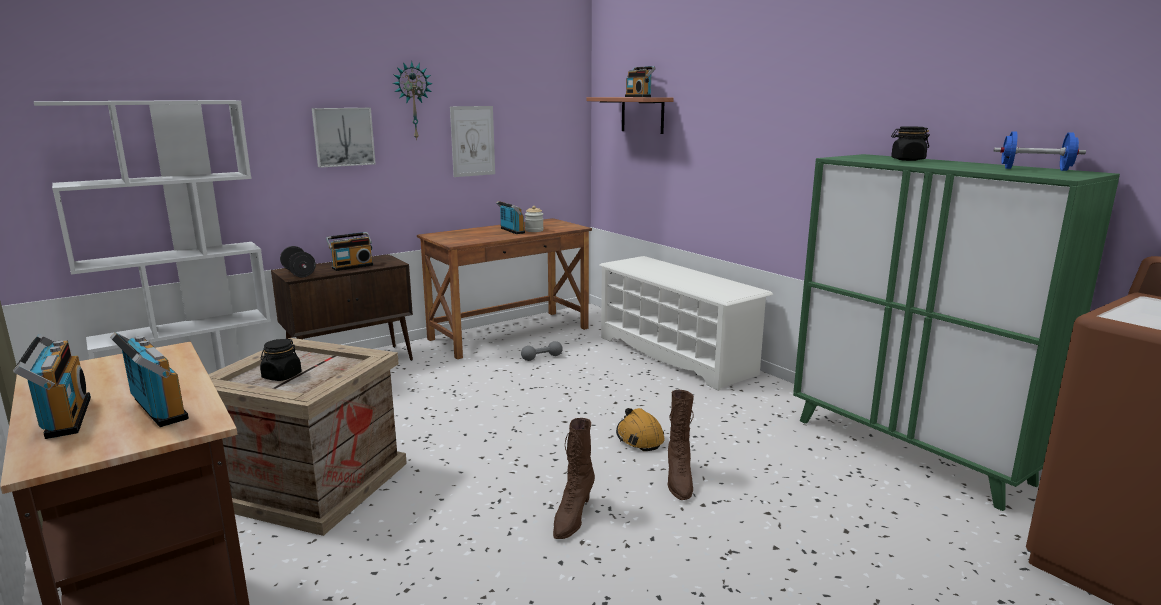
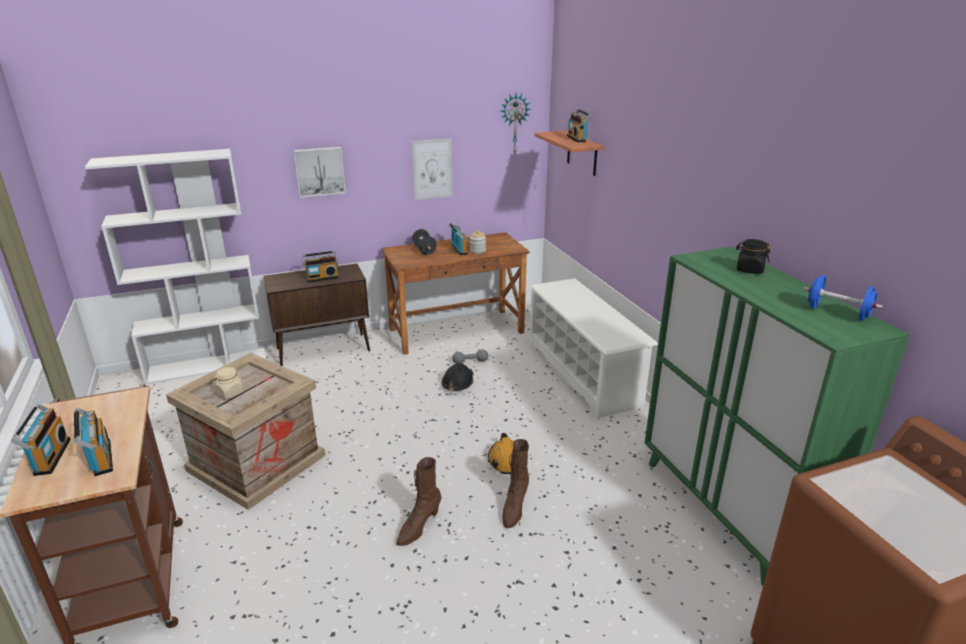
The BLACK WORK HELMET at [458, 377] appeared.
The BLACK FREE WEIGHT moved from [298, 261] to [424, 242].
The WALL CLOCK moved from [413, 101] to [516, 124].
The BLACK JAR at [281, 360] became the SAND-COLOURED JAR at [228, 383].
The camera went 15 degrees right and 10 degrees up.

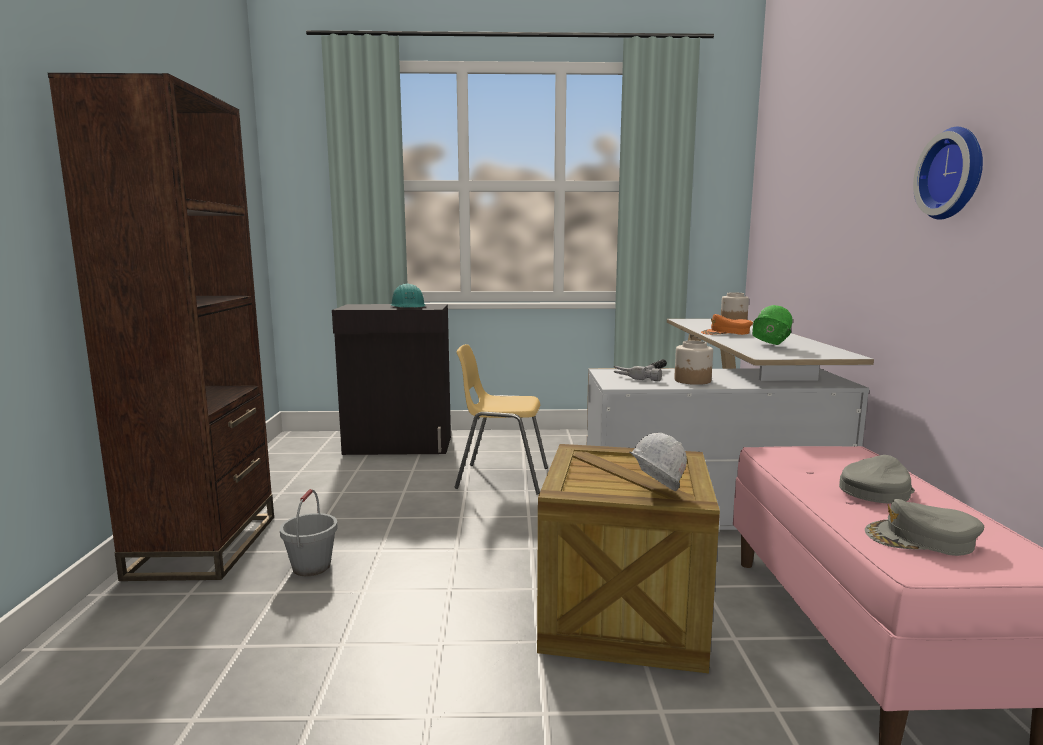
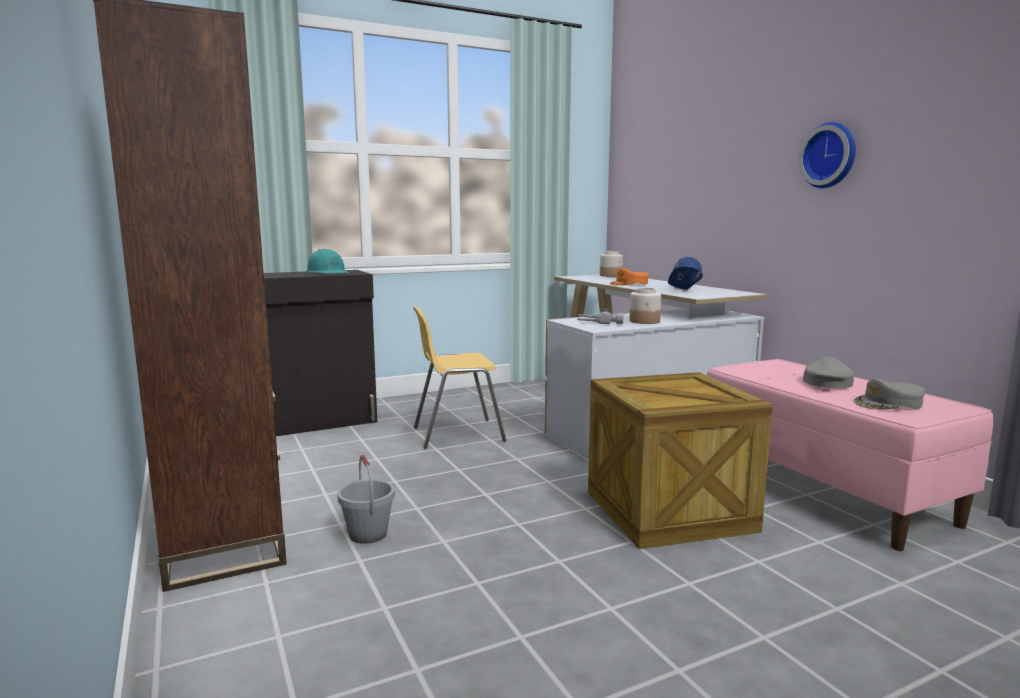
The WHITISH WORK HELMET at [658, 462] disappeared.
The GREEN WORK HELMET at [772, 325] became the BLUE-COLOURED WORK HELMET at [685, 273].
The camera went 25 degrees left and 0 degrees up.

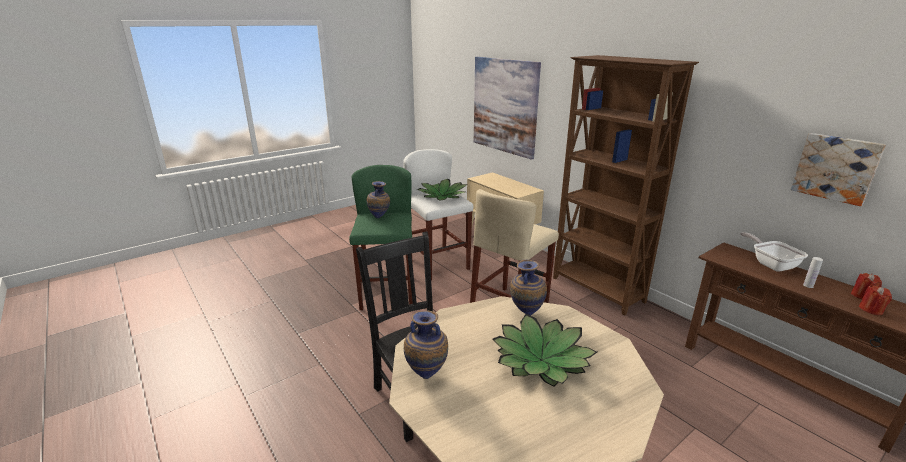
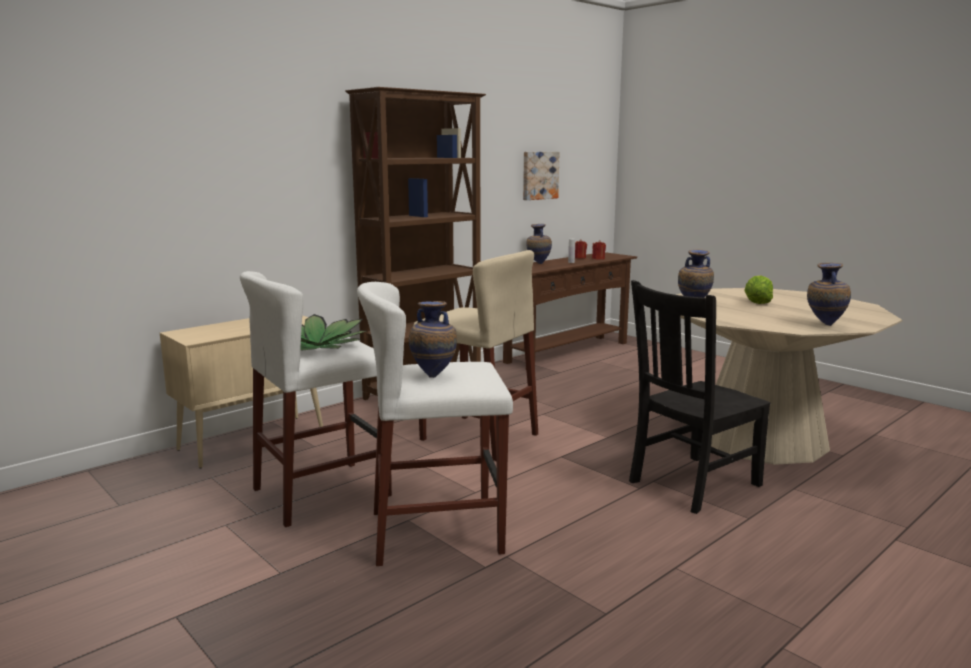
The WALL PICTURE at [507, 108] disappeared.
The PLANT IN A POT at [544, 350] was replaced by the LETTUCE at [758, 290].
The SKILLET at [774, 252] was replaced by the DECORATIVE VASE at [539, 244].
The GREEN STOOL at [381, 237] became the WHITISH STOOL at [435, 424].
The camera went 95 degrees left and 10 degrees down.

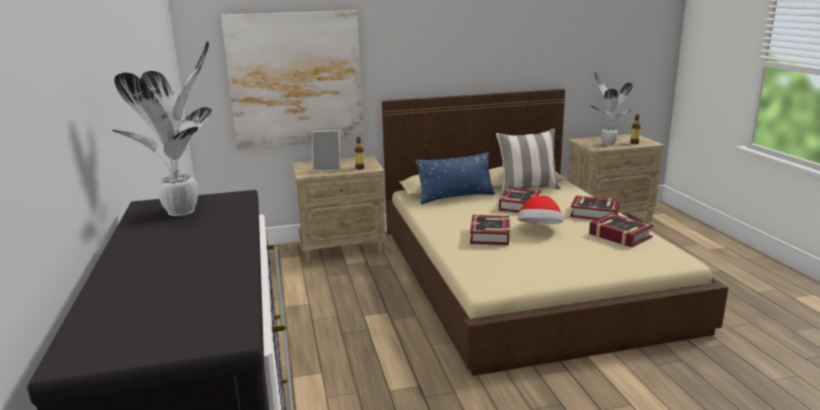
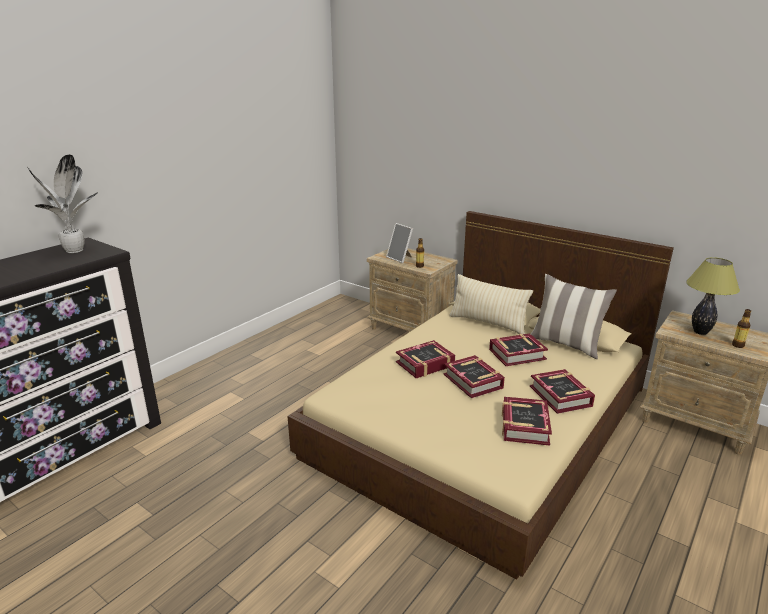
The WALL PICTURE at [292, 79] disappeared.
The HAT at [540, 210] was replaced by the BOOK at [474, 376].
The PLANT IN A POT at [611, 108] was replaced by the TABLETOP LAMP at [713, 296].
The BLUE-COLOURED PILLOW at [455, 178] became the SAND-COLOURED PILLOW at [491, 304].
The camera went 50 degrees right and 5 degrees up.

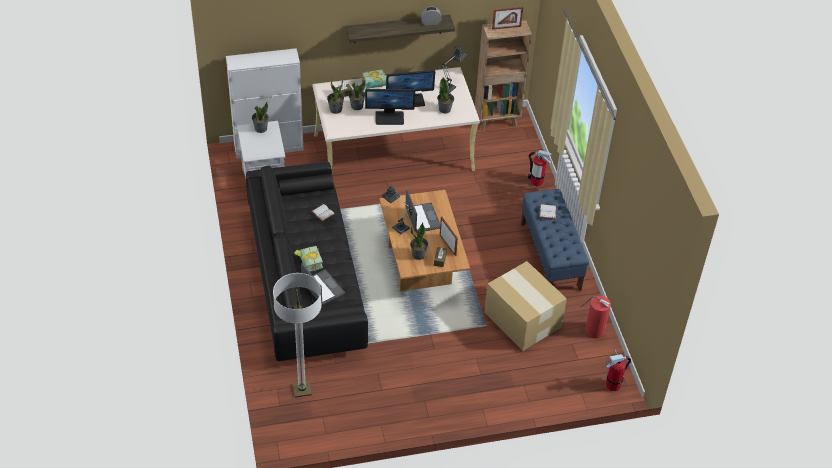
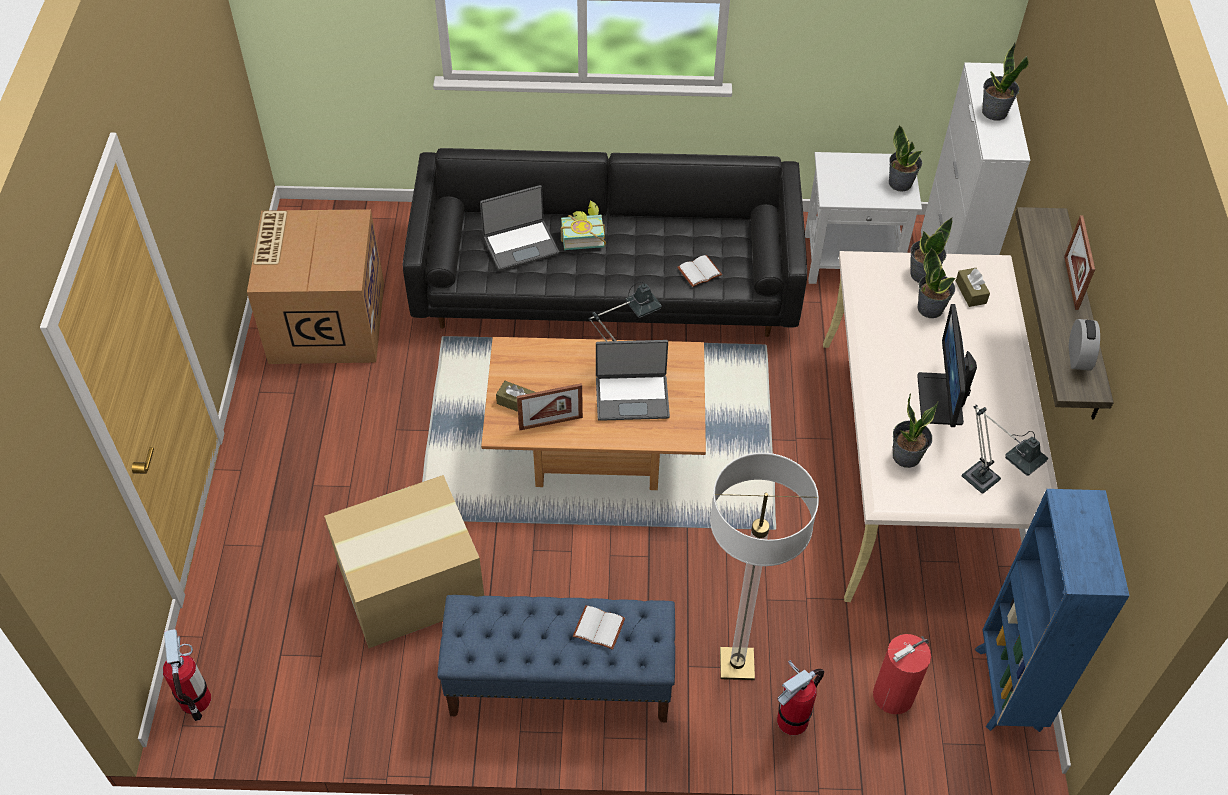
The BOOK at [374, 79] disappeared.
The COMPUTER SCREEN at [390, 107] disappeared.
The CARDBOARD BOX at [315, 286] appeared.
The STANDARD LAMP moved from [297, 335] to [764, 566].
The PLANT IN A POT moved from [419, 241] to [1005, 82].
The PHOTO FRAME moved from [507, 18] to [1079, 262].
The FIRE-FIGHTING CYLINDER moved from [595, 317] to [902, 674].
The BROWN-COLOURED BOOKCASE at [503, 75] became the BLUE-COLOURED BOOKCASE at [1052, 610].
The camera went 105 degrees right and 5 degrees up.

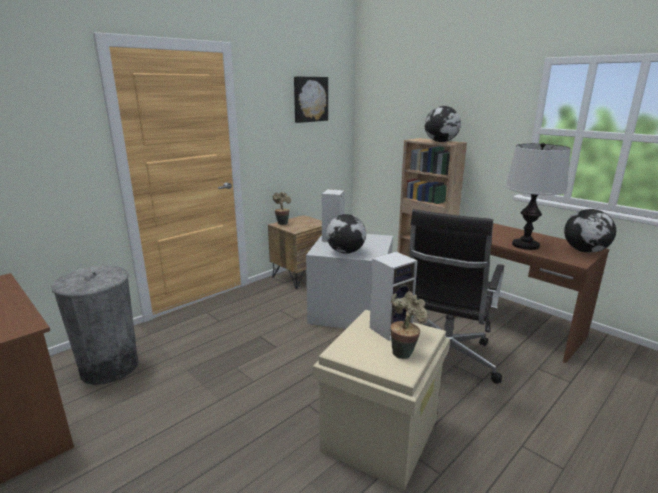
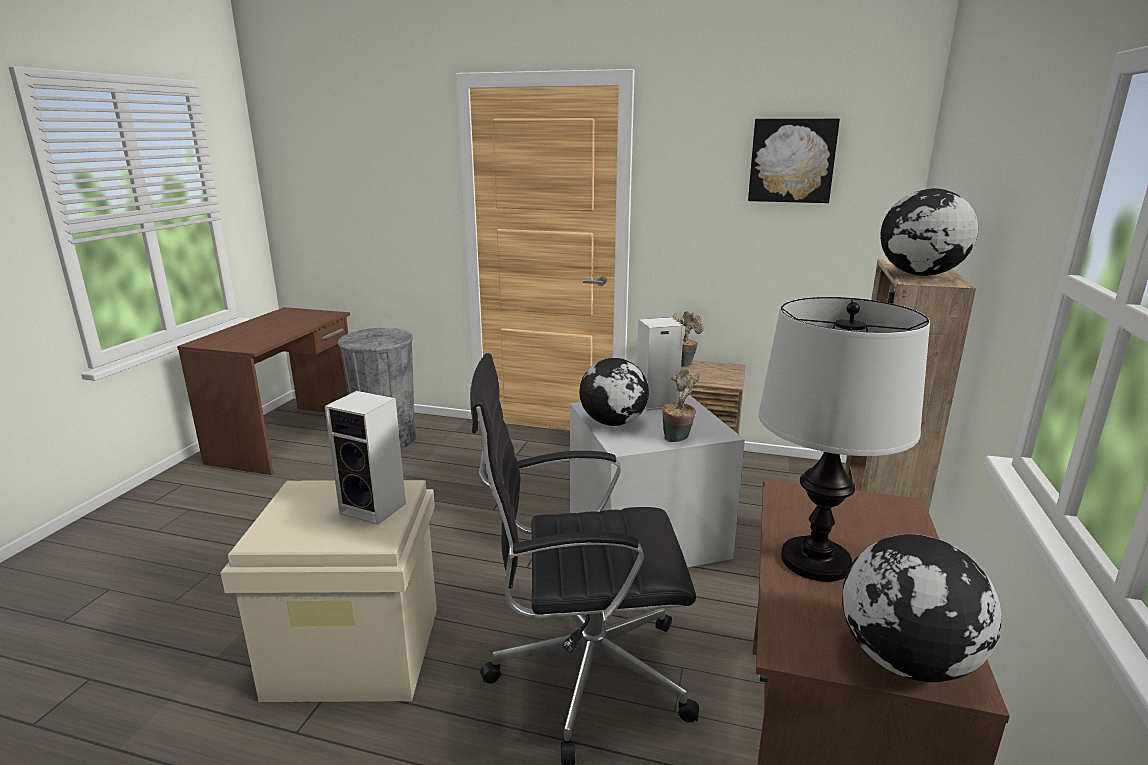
The PLANT IN A POT moved from [409, 325] to [680, 406].
The camera went 60 degrees right and 0 degrees up.

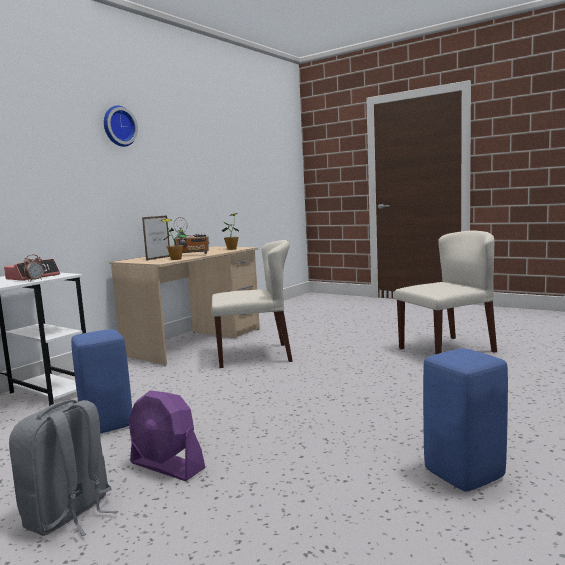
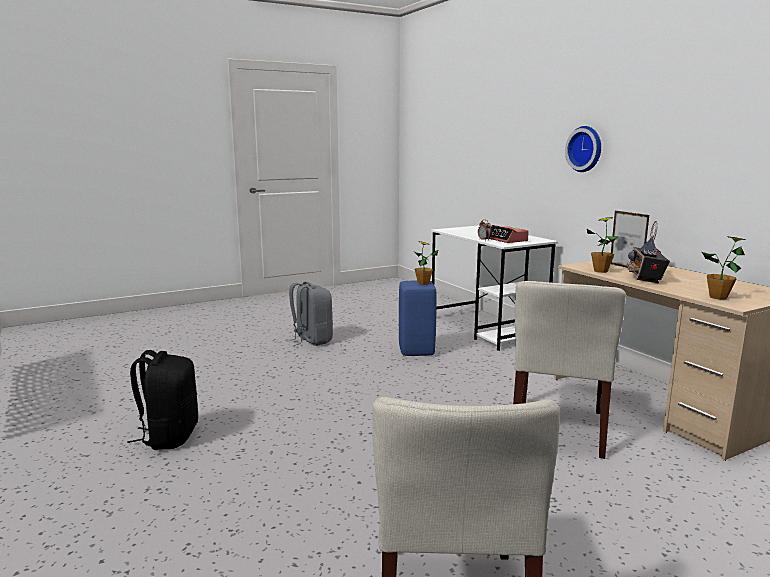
The PURPLE COOLING FAN at [167, 435] disappeared.
The PLANT IN A POT at [426, 263] appeared.
The WALL CLOCK moved from [121, 126] to [583, 149].
The BLUE-COLOURED STOOL at [465, 420] was replaced by the BLACK RUCKSACK at [163, 400].
The camera went 115 degrees right and 5 degrees up.

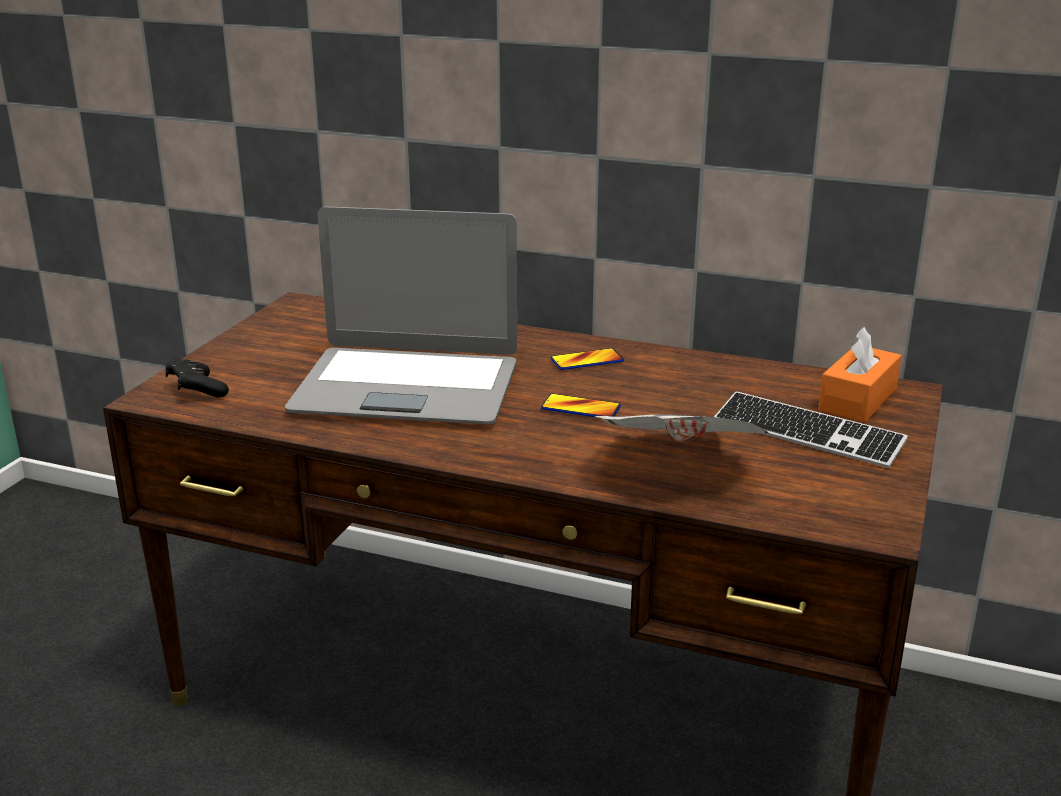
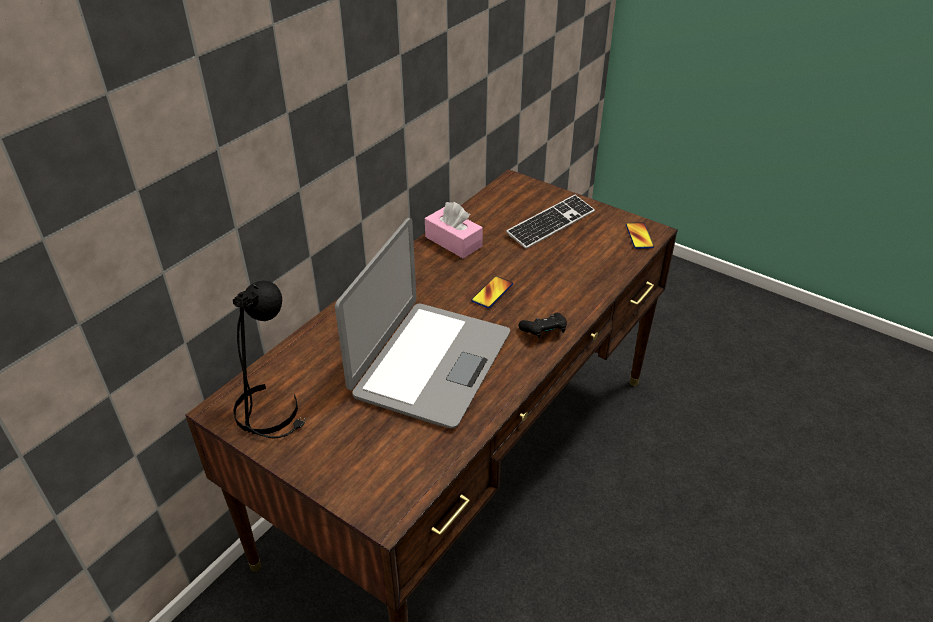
The NEWSPAPER at [682, 428] disappeared.
The ORANGE BOX OF TISSUES at [860, 374] disappeared.
The BLACK TABLETOP LAMP at [269, 359] appeared.
The PINK BOX OF TISSUES at [454, 230] appeared.
The BLACK GAME CONTROLLER moved from [197, 378] to [543, 325].
The HANDSET moved from [587, 359] to [640, 235].
The camera went 75 degrees left and 15 degrees up.

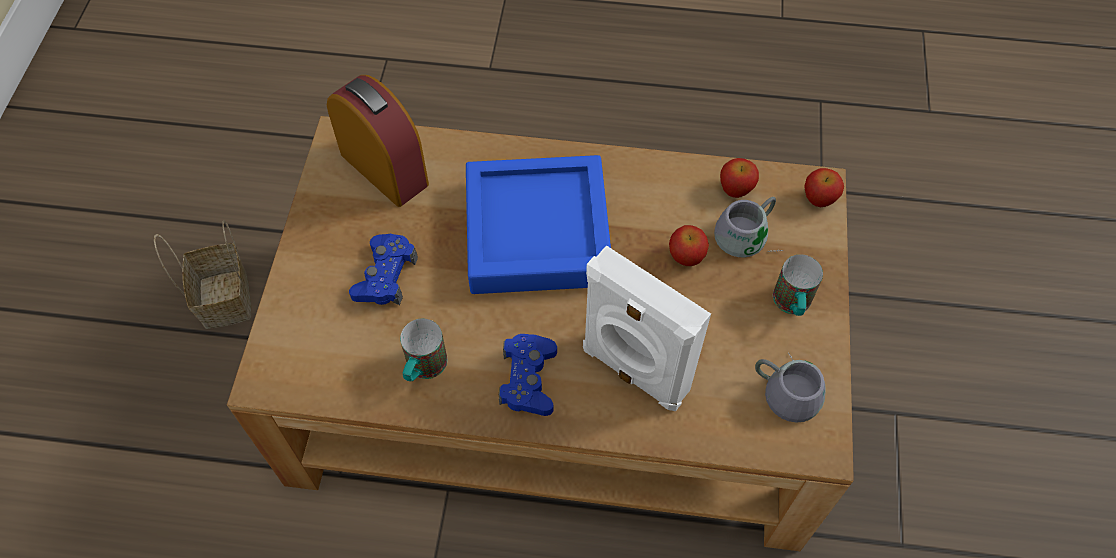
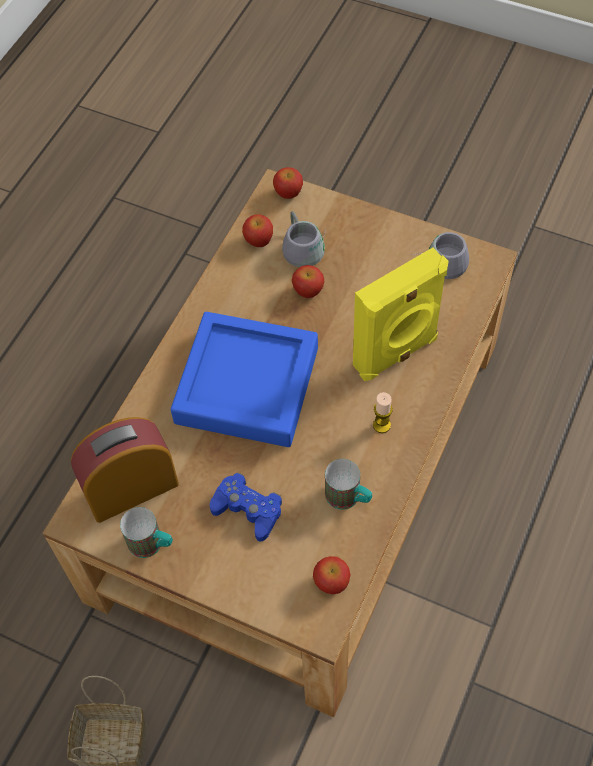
The APPLE at [331, 575] appeared.
The TEA MUG moved from [798, 285] to [146, 532].
The BLUE-COLOURED GAME CONTROLLER at [528, 375] was replaced by the WAX LIGHT at [383, 412].
The WHITISH SPEAKER at [647, 328] became the YELLOW-COLOURED SPEAKER at [400, 314].
The camera went 70 degrees left and 0 degrees up.

